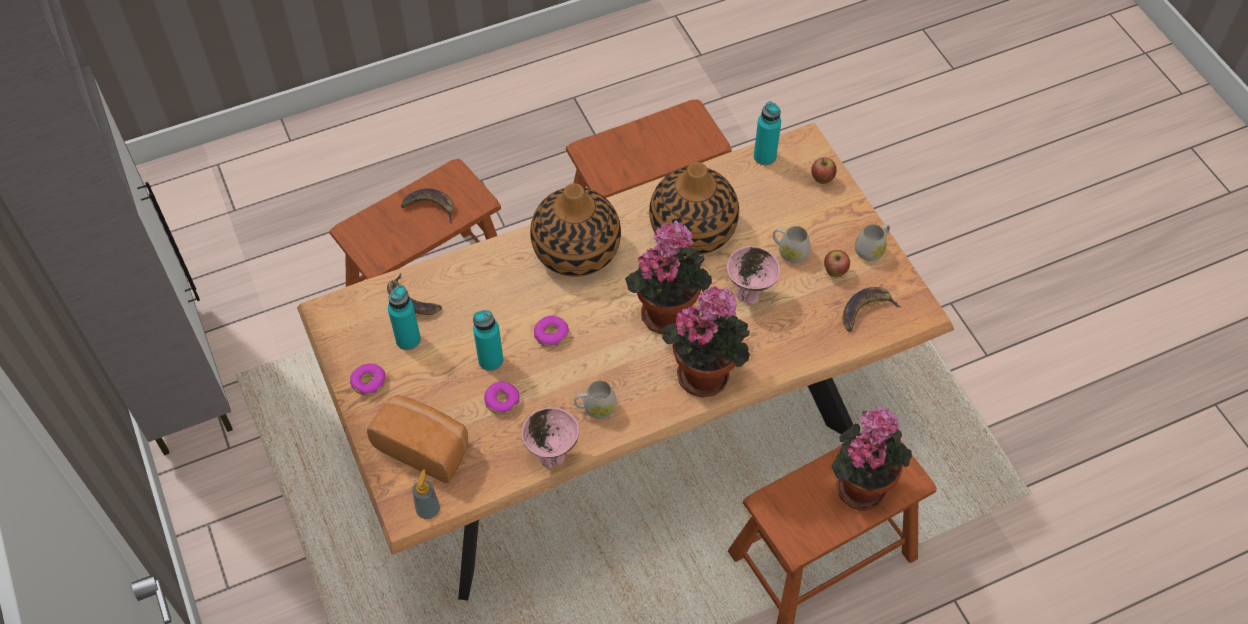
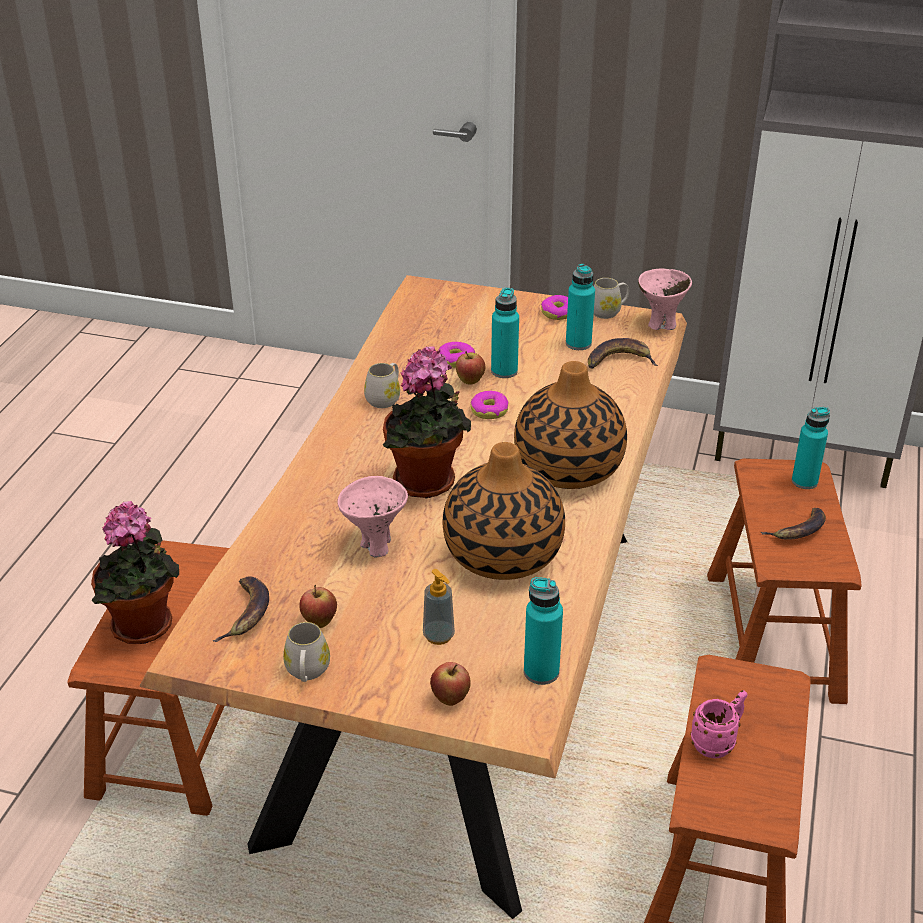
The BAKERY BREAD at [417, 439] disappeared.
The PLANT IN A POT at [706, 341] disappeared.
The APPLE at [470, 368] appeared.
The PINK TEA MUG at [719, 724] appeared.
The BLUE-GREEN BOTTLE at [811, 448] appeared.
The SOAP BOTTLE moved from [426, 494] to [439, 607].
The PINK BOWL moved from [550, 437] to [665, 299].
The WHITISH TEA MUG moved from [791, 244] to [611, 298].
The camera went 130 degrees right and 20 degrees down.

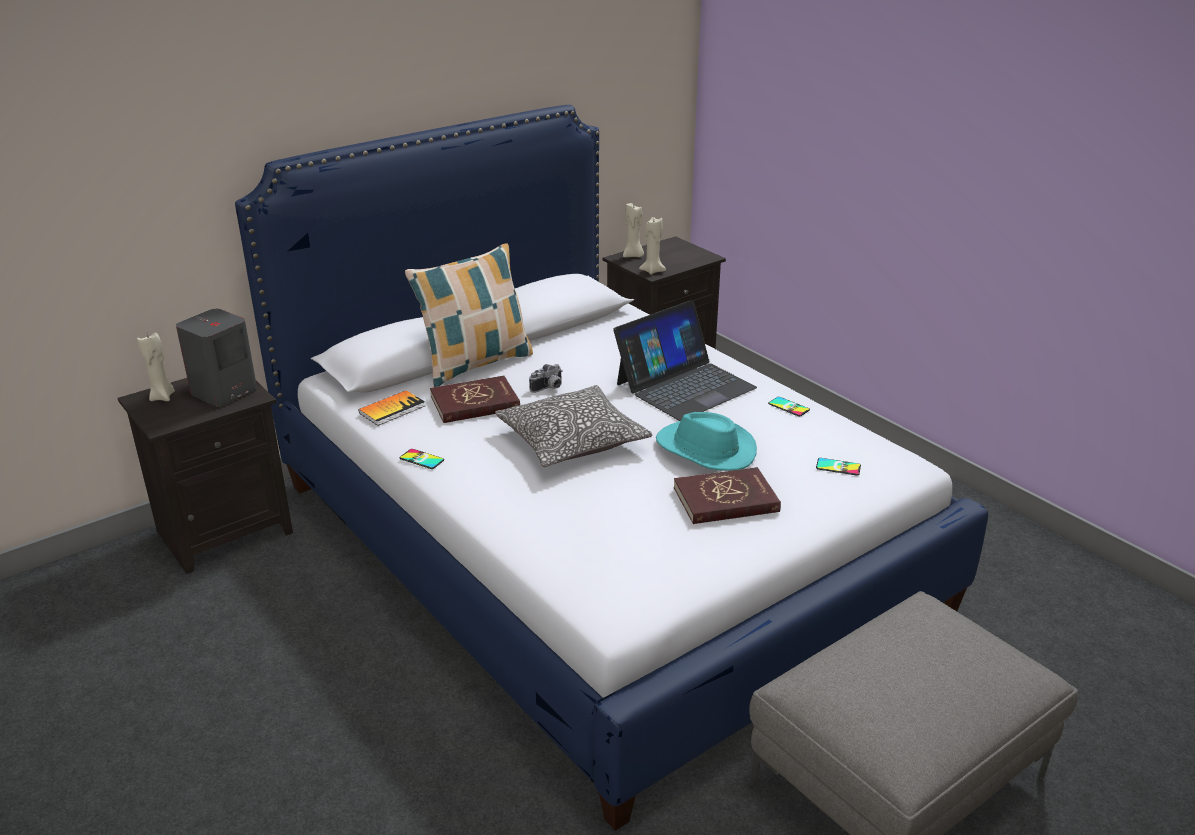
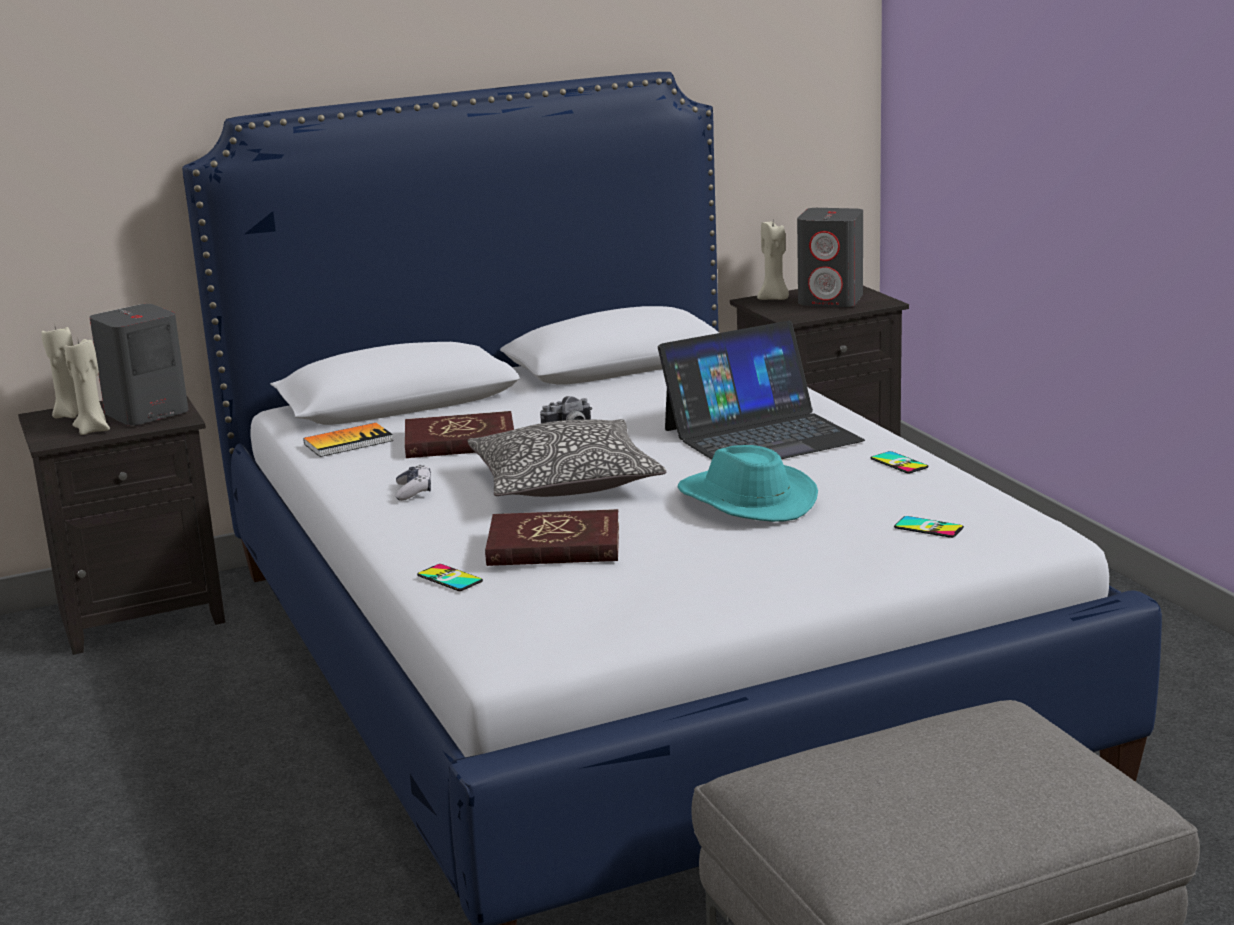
The PILLOW at [469, 315] disappeared.
The GAME CONTROLLER at [413, 483] appeared.
The GRAY SPEAKER at [830, 257] appeared.
The HANDSET moved from [422, 459] to [450, 577].
The SAND-COLOURED WAX LIGHT moved from [652, 246] to [87, 386].
The RED-COLOURED BOOK moved from [727, 495] to [552, 537].
The camera went 15 degrees right and 10 degrees down.

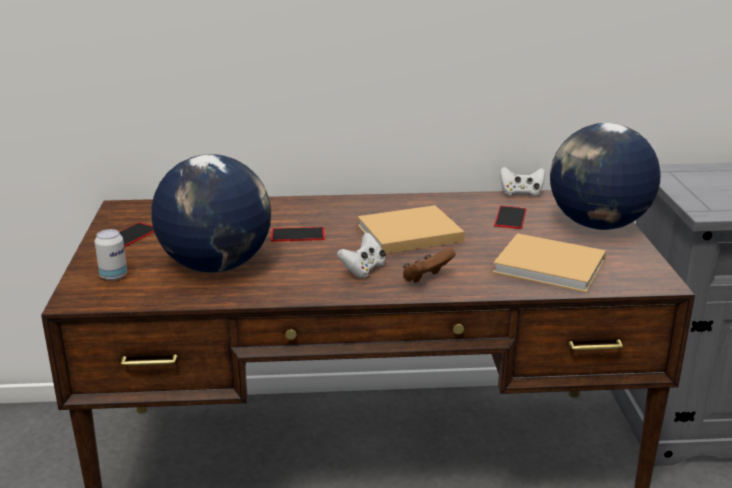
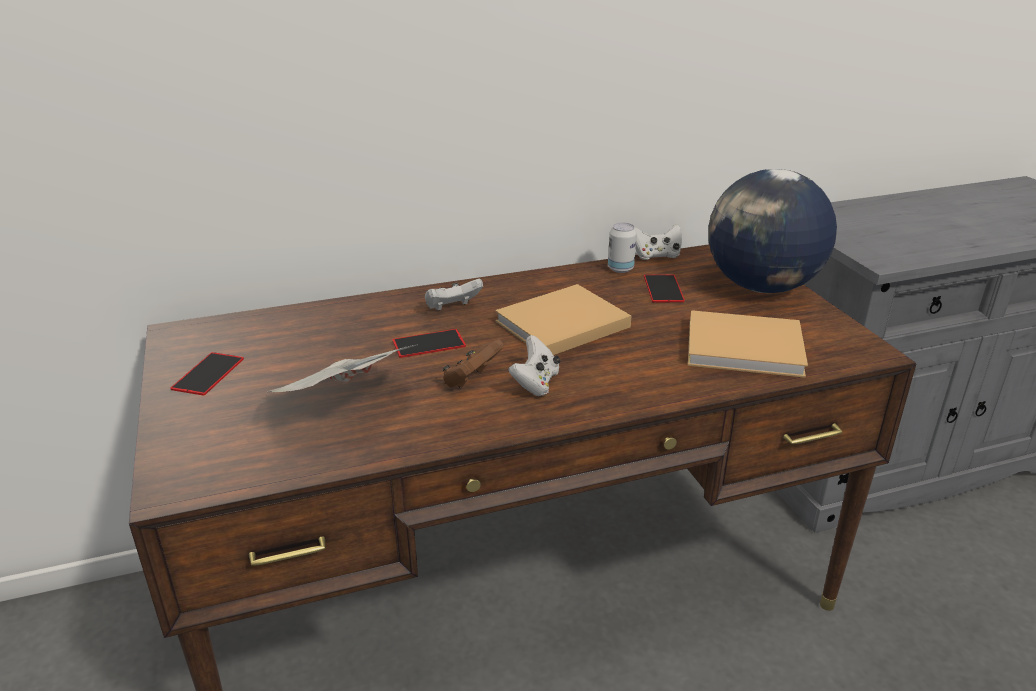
The WHITISH GAME CONTROLLER at [454, 295] appeared.
The CAN moved from [111, 255] to [622, 247].
The BROWN-COLOURED GAME CONTROLLER moved from [429, 265] to [473, 363].
The GLOBE at [211, 213] was replaced by the NEWSPAPER at [342, 368].
The camera went 15 degrees left and 5 degrees up.

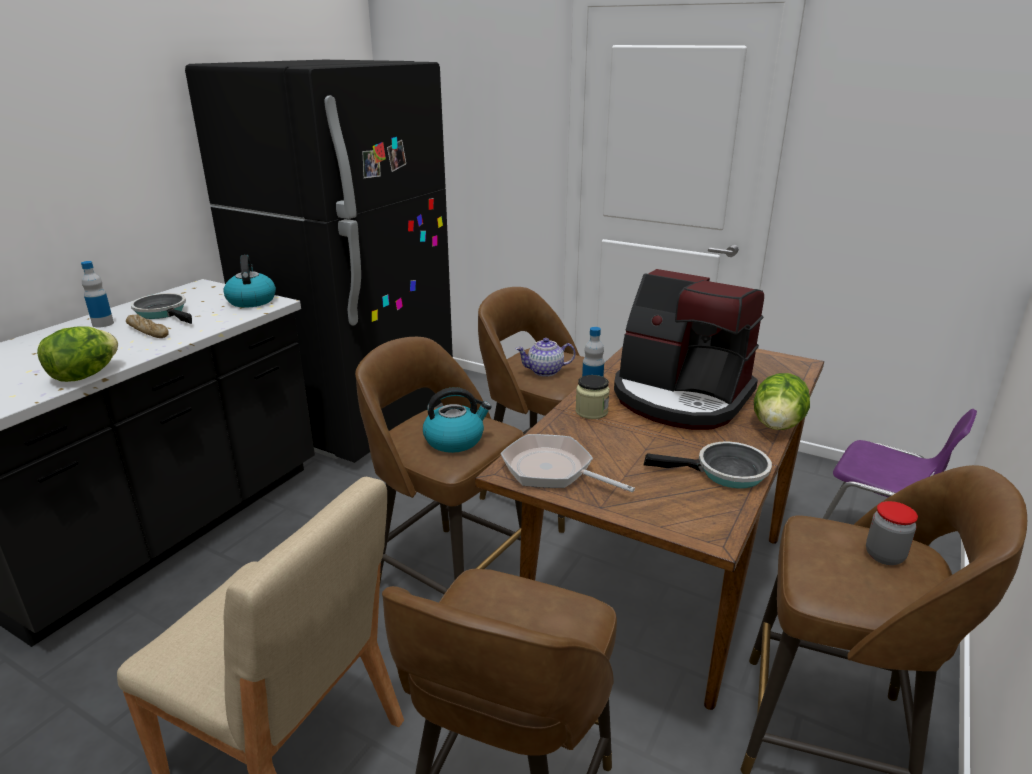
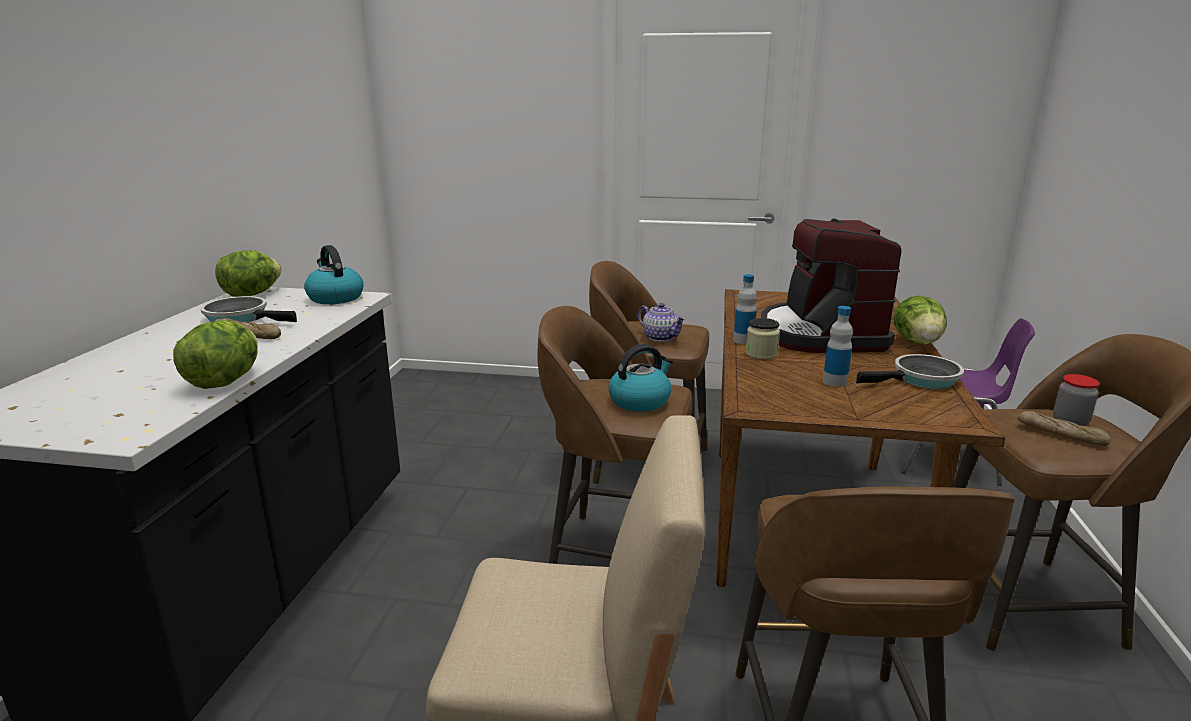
The BLACK KITCHEN FRIDGE at [319, 261] disappeared.
The SKILLET at [567, 463] disappeared.
The LETTUCE at [248, 274] appeared.
The BAKERY BREAD at [1063, 428] appeared.
The BOTTLE moved from [97, 294] to [838, 346].
The POT FOR TEA at [546, 357] turned 105 degrees counterclockwise.
The COFFEE MACHINE at [689, 349] turned 75 degrees clockwise.
The camera went 20 degrees left and 5 degrees down.

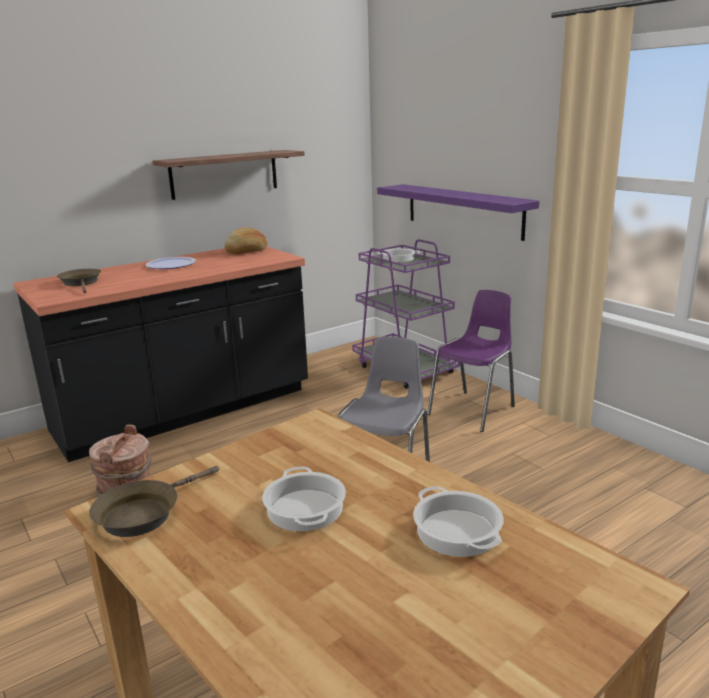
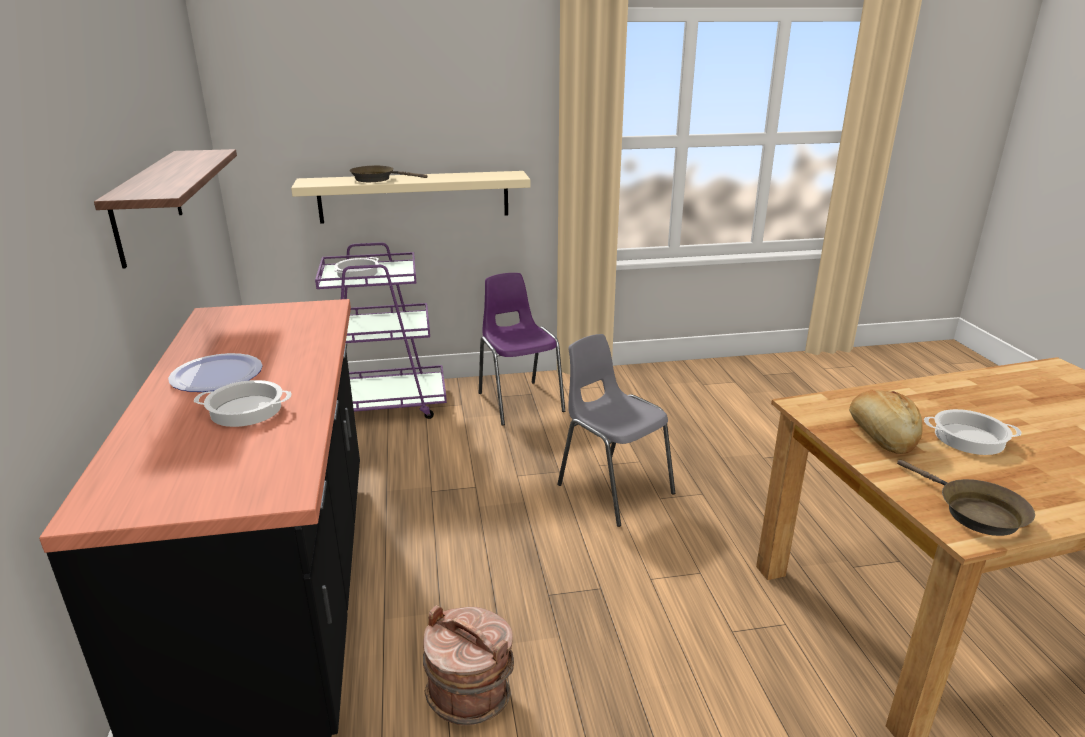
The BROWN-COLOURED SKILLET moved from [79, 281] to [388, 173].
The BAKERY BREAD moved from [246, 241] to [886, 422].
The SAUCEPOT moved from [458, 522] to [243, 403].
The PURPLE WALL SHELF at [458, 212] became the SAND-COLOURED WALL SHELF at [410, 197].
The camera went 65 degrees left and 5 degrees up.

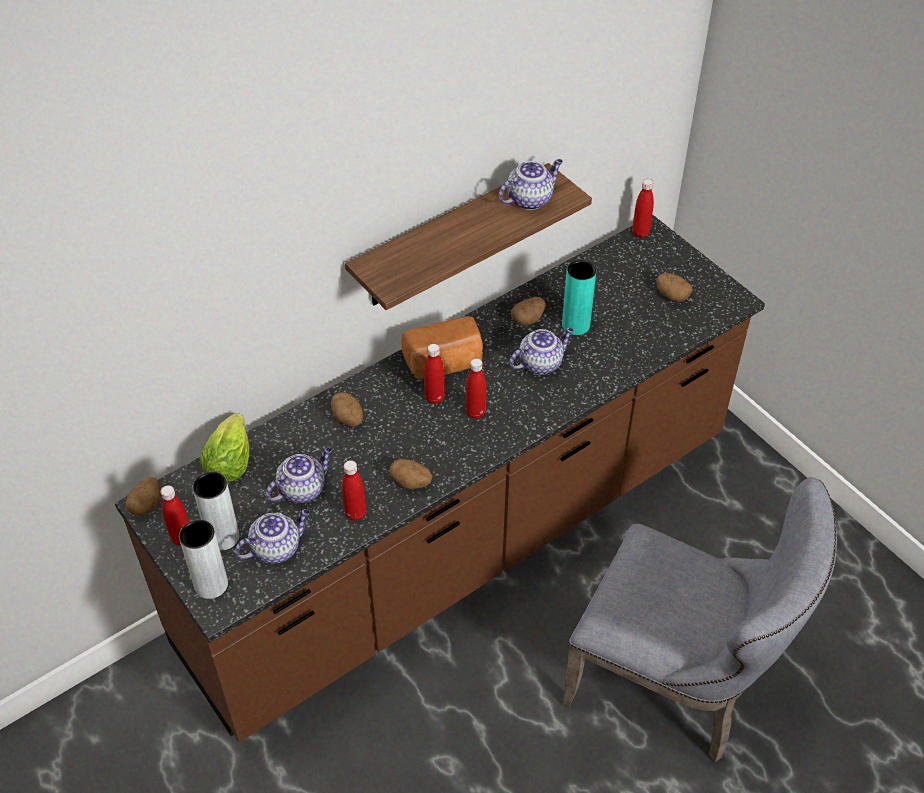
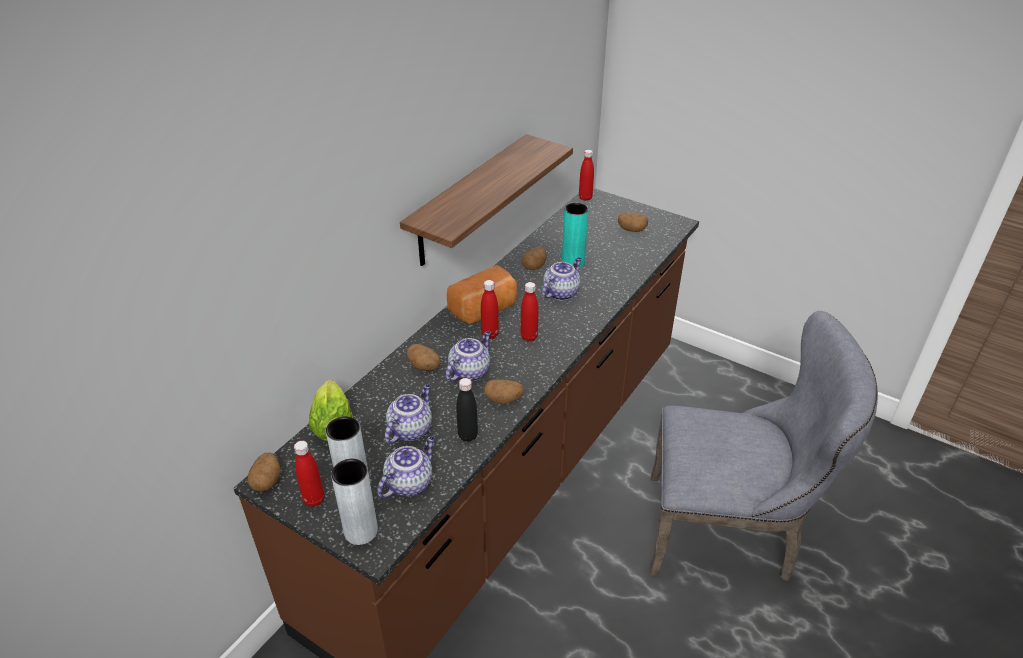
The POT FOR TEA moved from [530, 184] to [468, 356].
The RED-COLOURED BOTTLE at [354, 490] became the BLACK BOTTLE at [467, 410].
The camera went 20 degrees left and 10 degrees down.

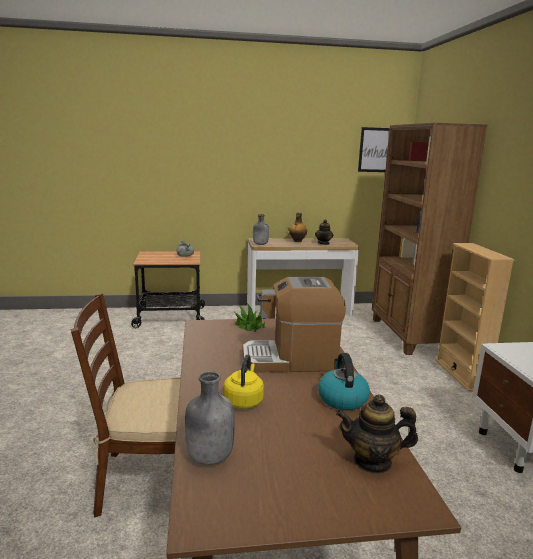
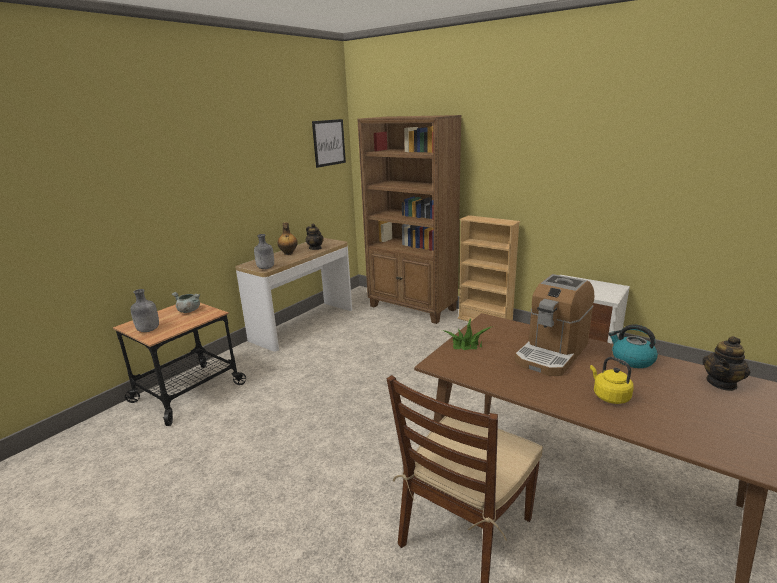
The GRAY BOTTLE moved from [210, 418] to [145, 310].
The camera went 45 degrees left and 5 degrees up.

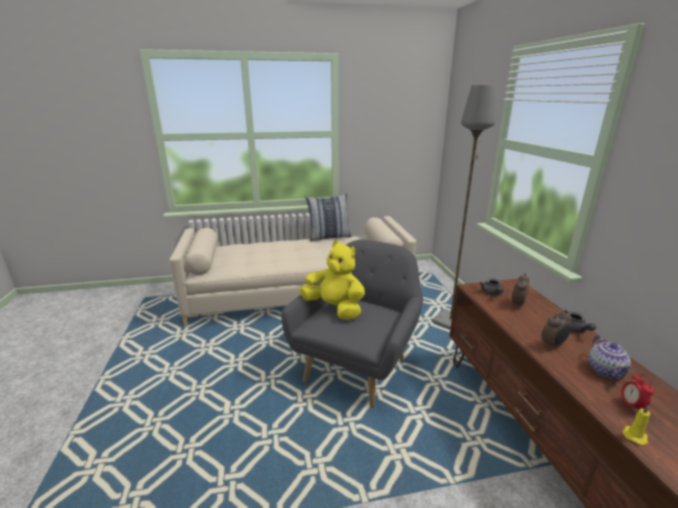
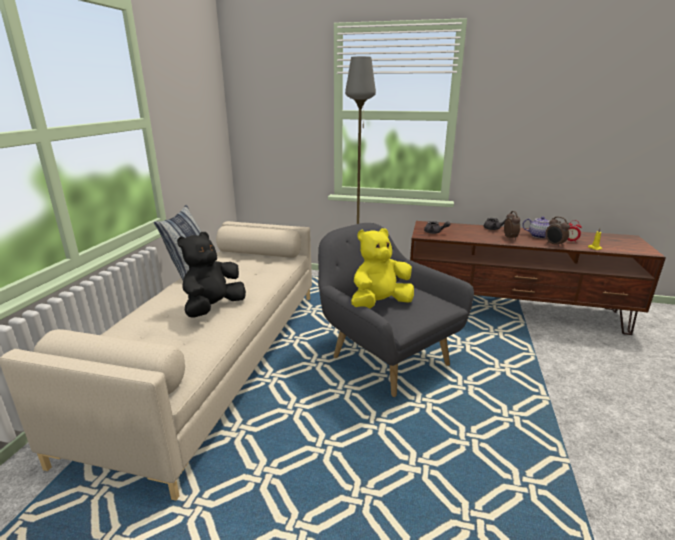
The BLACK CUDDLY TOY at [211, 275] appeared.
The ALARM CLOCK moved from [520, 290] to [557, 231].
The camera went 65 degrees left and 0 degrees up.

